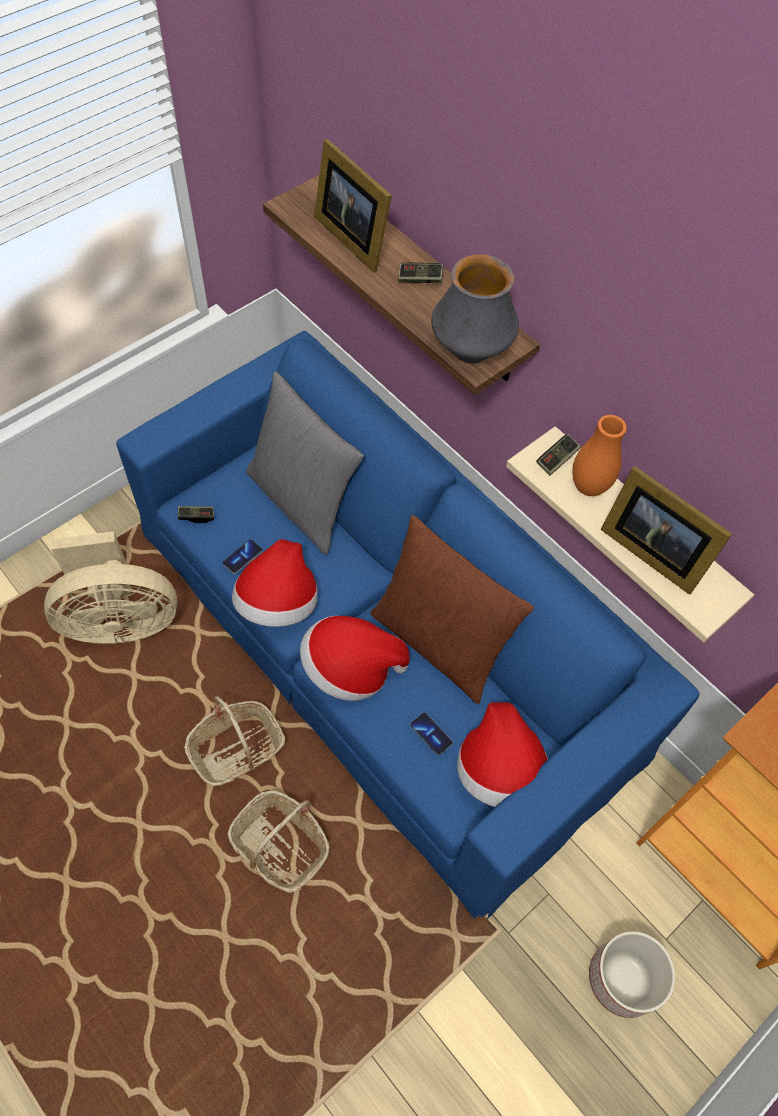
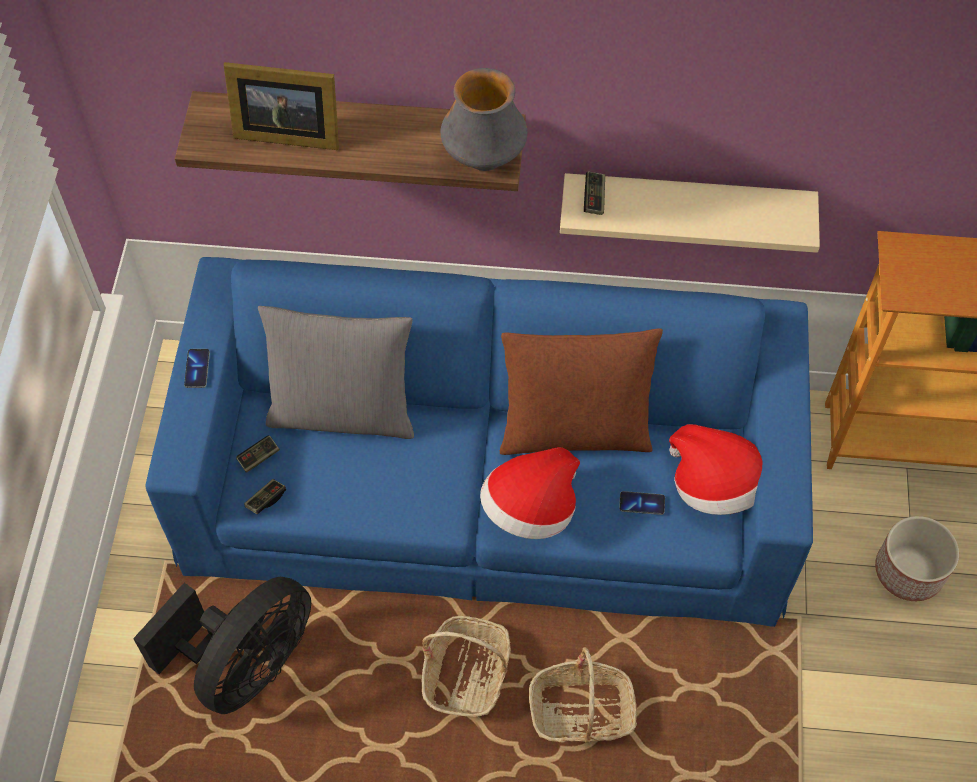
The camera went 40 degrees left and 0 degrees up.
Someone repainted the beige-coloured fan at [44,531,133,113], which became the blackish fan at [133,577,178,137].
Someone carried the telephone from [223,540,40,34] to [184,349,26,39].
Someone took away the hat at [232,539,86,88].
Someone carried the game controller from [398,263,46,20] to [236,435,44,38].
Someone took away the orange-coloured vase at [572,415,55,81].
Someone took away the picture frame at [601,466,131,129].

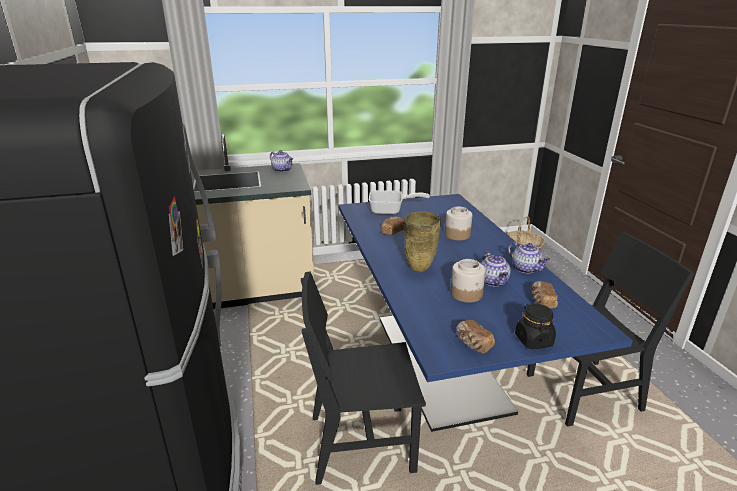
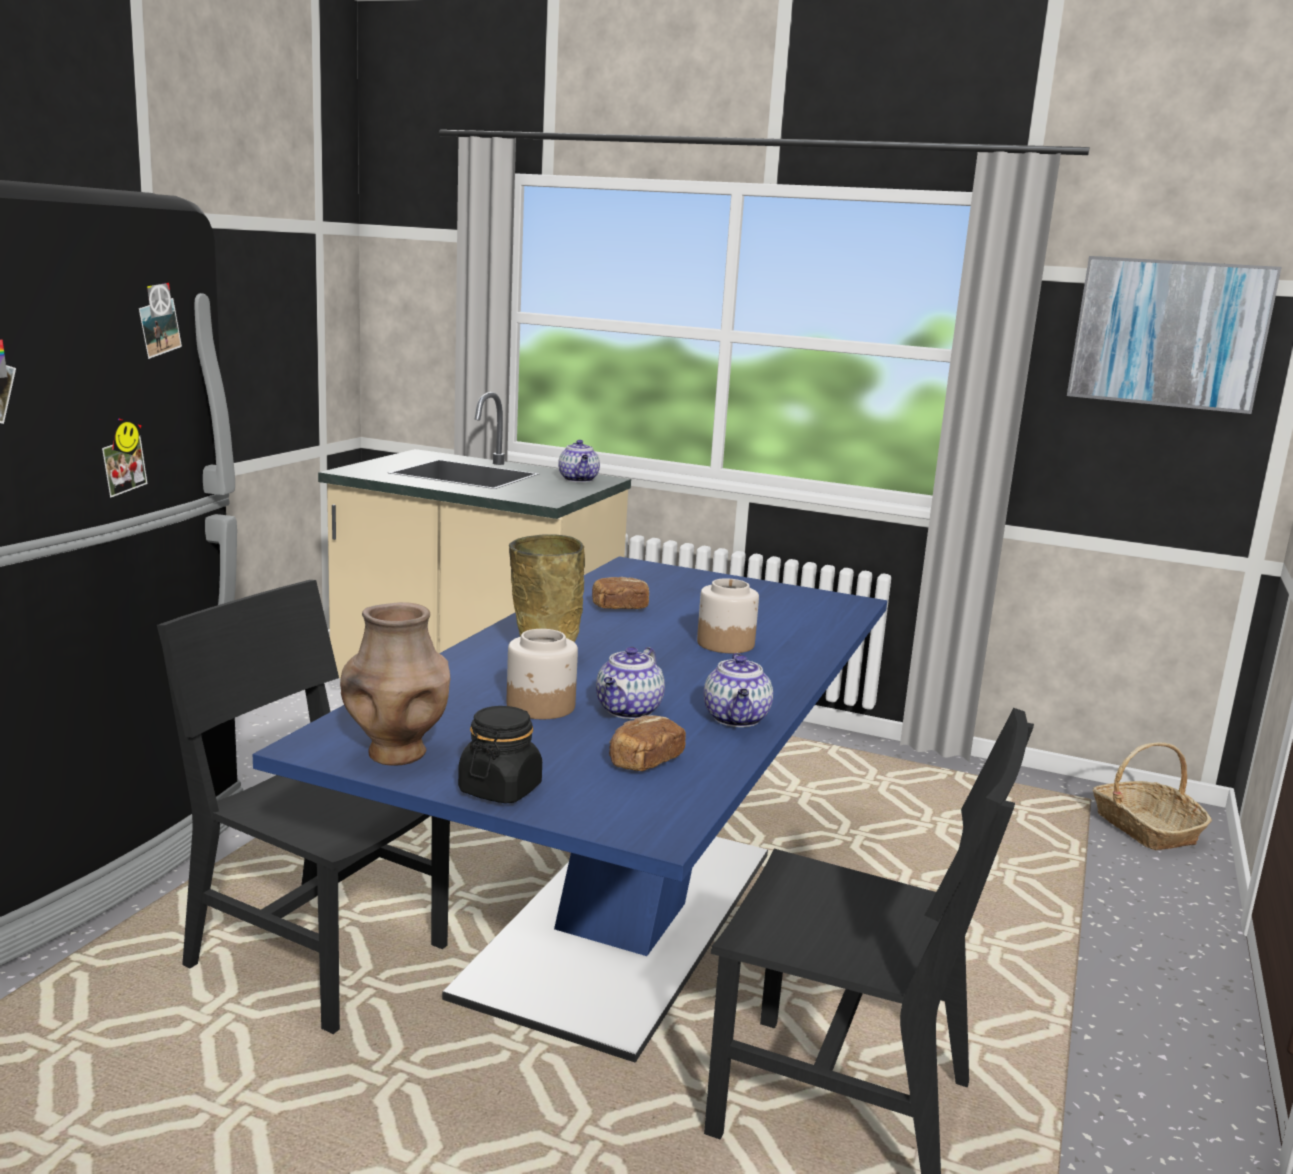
The camera went 35 degrees right and 10 degrees down.
Someone took away the skillet at [369,190,61,24].
Someone swapped the baked bread at [457,320,38,34] for the brown-coloured vase at [340,602,110,163].
Someone put up the picture at [1067,256,215,158].

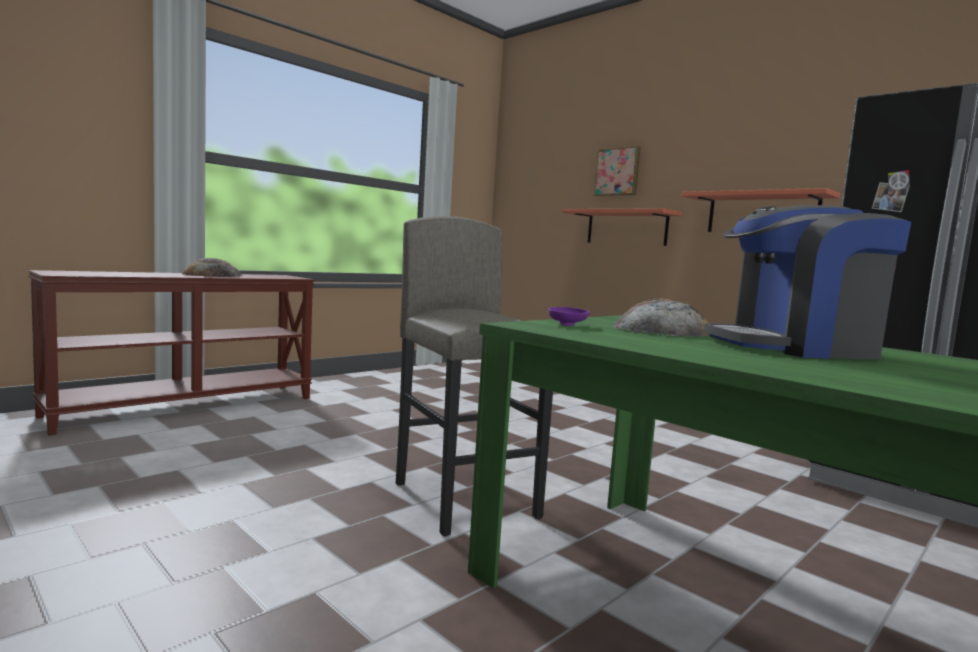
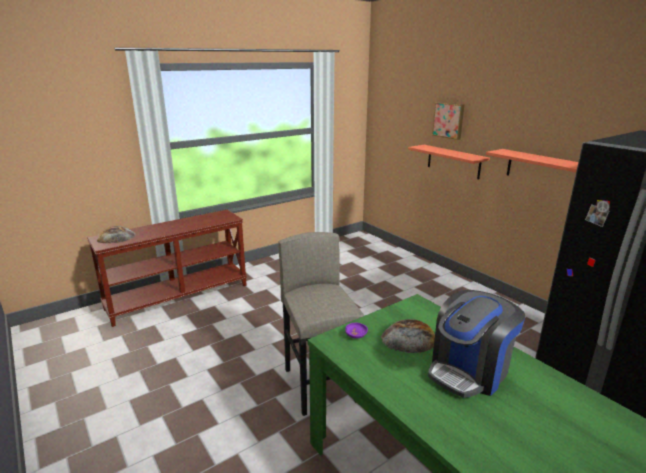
The camera went 10 degrees right and 15 degrees up.
Someone carried the baked bread from [182,258,60,19] to [97,226,39,17].
Someone rotated the coffee brewer at [704,205,207,154] by 45 degrees counterclockwise.

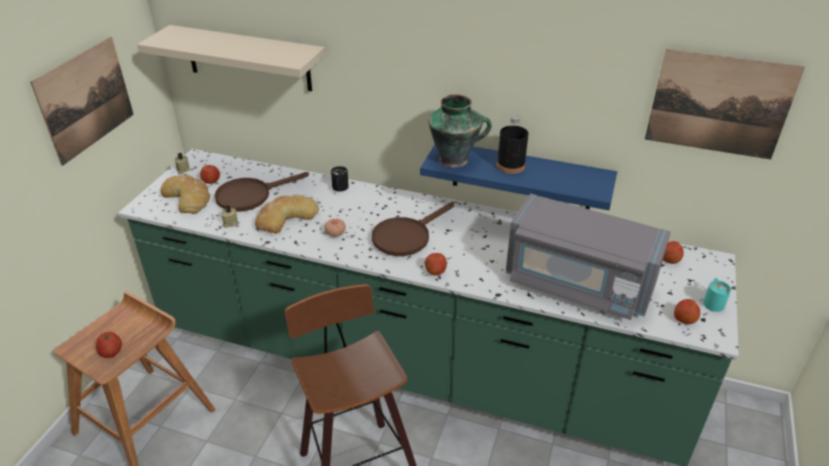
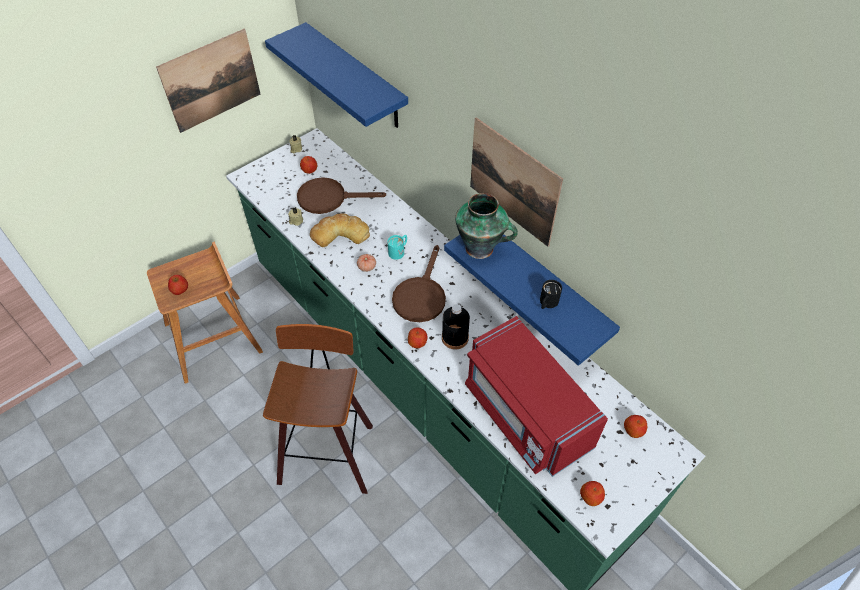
The camera went 30 degrees right and 15 degrees up.
Someone repainted the beige-coloured bracket shelf at [137,25,188,66], which became the bluish bracket shelf at [265,22,143,106].
Someone took away the baked bread at [160,175,50,39].
Someone carried the blackish tea mug from [331,166,18,25] to [540,280,22,29].
Someone rotated the brown-coloured skillet at [372,202,82,54] by 60 degrees counterclockwise.
Someone carried the blackish drink bottle from [497,115,31,59] to [442,304,28,46].
Someone repainted the greyish kitchen microwave at [506,193,165,127], which became the red-coloured kitchen microwave at [465,316,143,161].
Someone carried the picture from [645,49,160,111] to [470,117,93,130].
Someone carried the turquoise-coloured tea mug from [703,278,28,34] to [387,235,20,25].

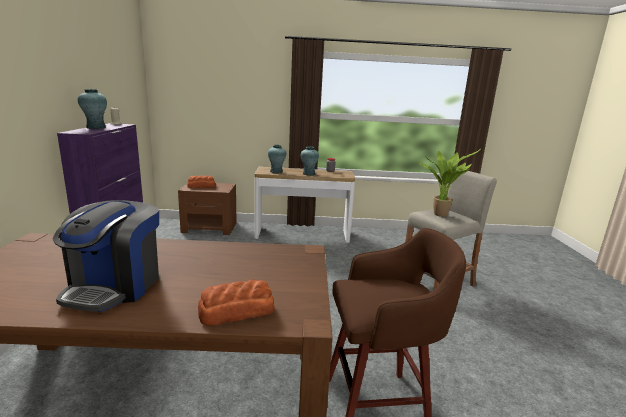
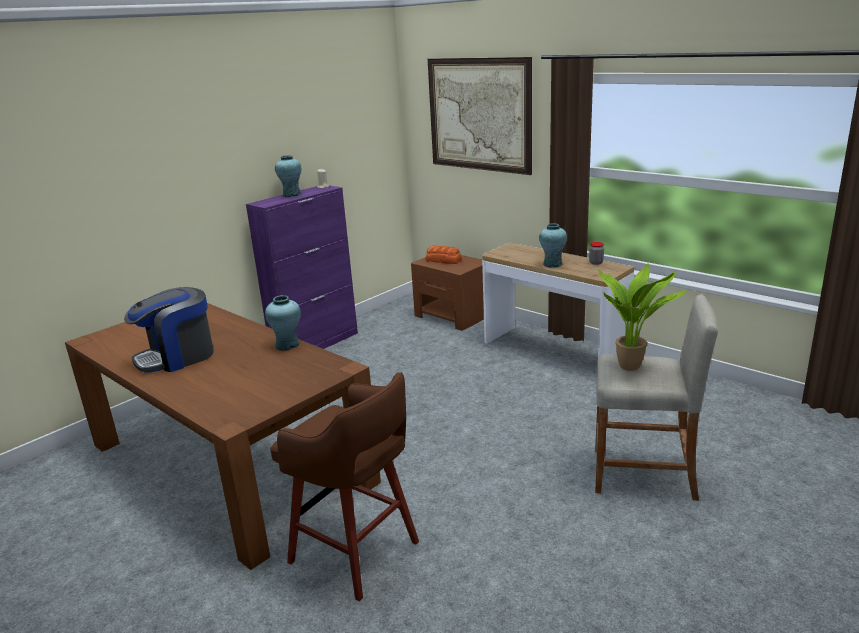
The camera went 45 degrees right and 5 degrees up.
Someone took away the baked bread at [198,279,77,47].
Someone carried the turquoise-coloured vase from [268,145,18,29] to [265,295,36,56].
Someone put up the picture at [428,57,104,118].

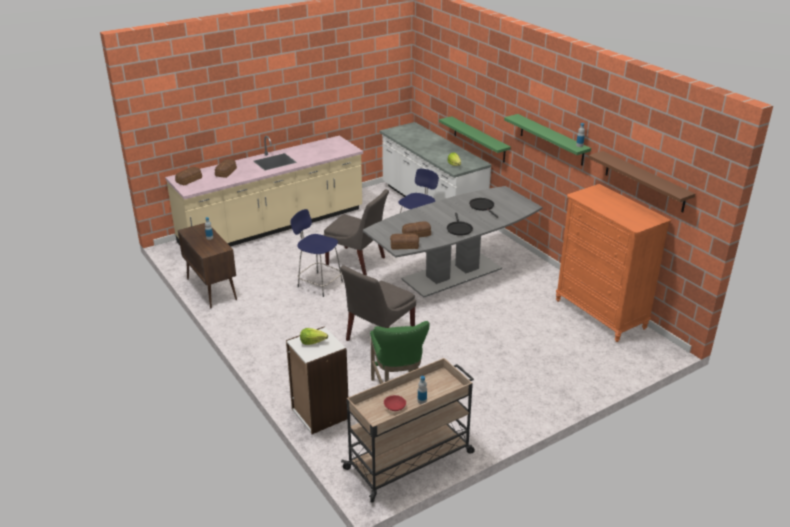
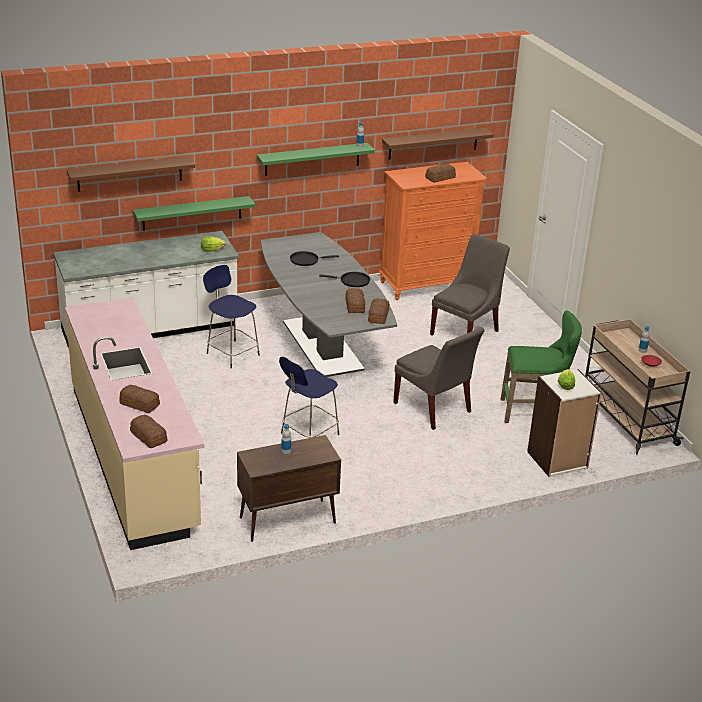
The camera went 80 degrees left and 0 degrees up.
Someone carried the greyish chair from [324,189,65,87] to [430,234,80,102].
Someone put up the brown-coloured bracket shelf at [67,157,128,35].
Someone put down the baked bread at [425,164,31,19].

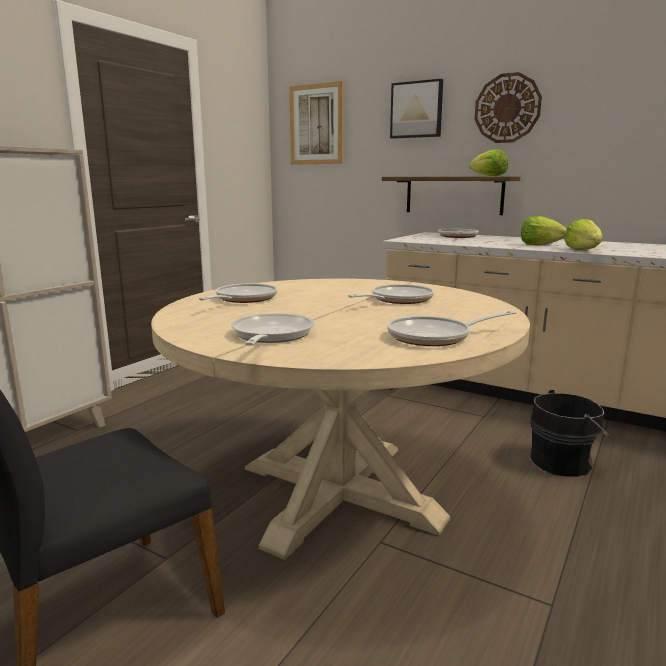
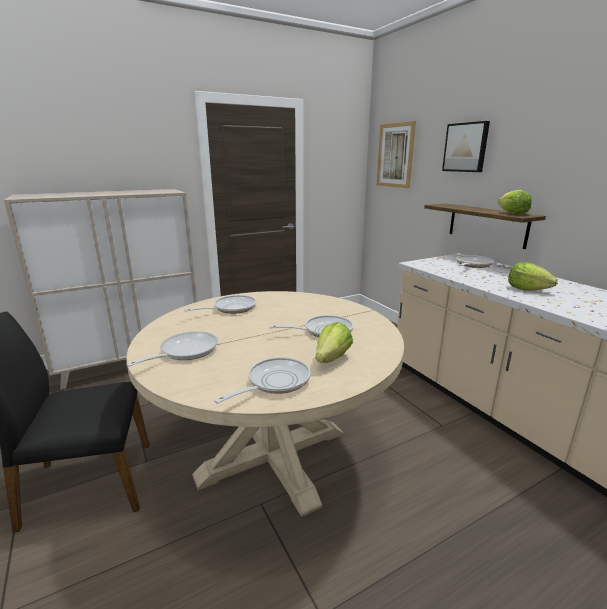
The camera went 30 degrees right and 5 degrees up.
Someone rotated the skillet at [387,310,130,36] by 120 degrees clockwise.
Someone took away the hanging clock at [475,72,67,71].
Someone took away the blackish bucket at [531,390,79,86].
Someone carried the head of lettuce from [565,219,38,31] to [316,322,37,41].

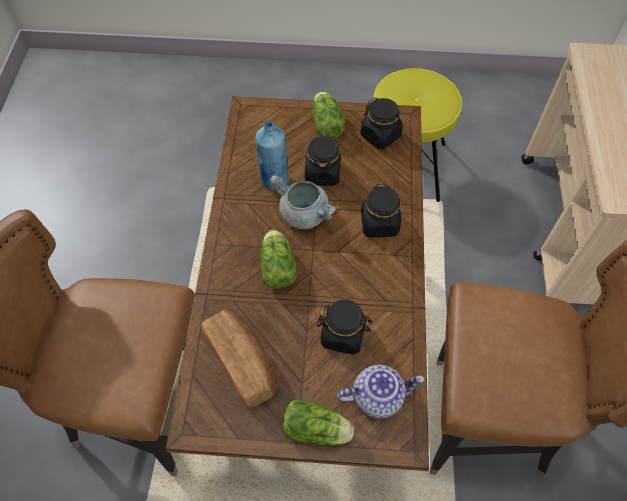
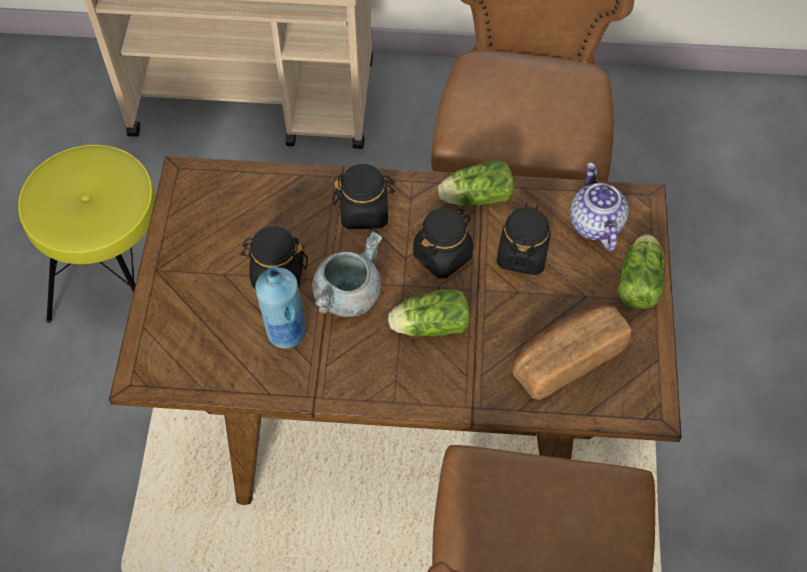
The camera went 90 degrees left and 0 degrees up.
Someone carried the head of lettuce from [312,92,33,47] to [438,161,76,45].
Someone carried the blackish jar from [361,97,42,52] to [413,208,60,70].

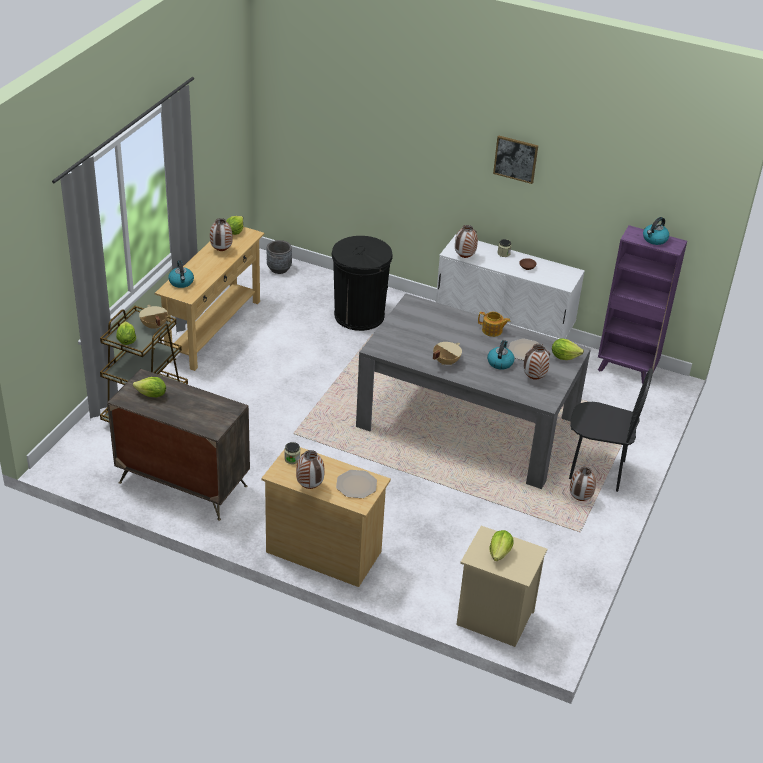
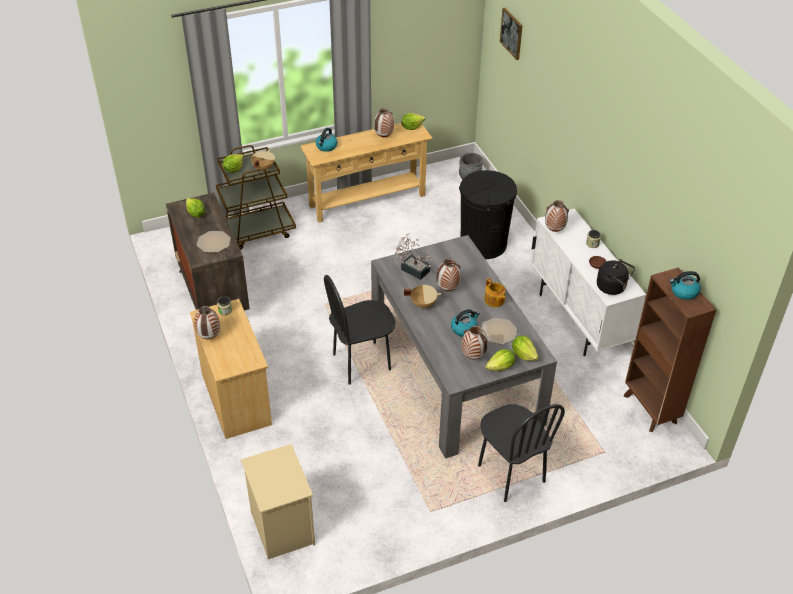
The camera went 45 degrees right and 5 degrees up.
Someone carried the dinner plate from [336,470,41,28] to [197,231,34,22].
Someone carried the head of lettuce from [490,530,24,31] to [485,349,30,22].
Someone carried the picture from [493,135,45,49] to [500,8,23,52].
Someone carried the vase from [570,467,26,34] to [437,259,24,32].
Someone repainted the purplish bookcase at [598,225,89,159], which became the brown-coloured bookcase at [624,267,92,165].
Someone put down the blackish chair at [324,275,72,110].
Someone put down the potted plant at [393,233,43,47].
Someone put down the blackish kettle at [597,259,38,36].

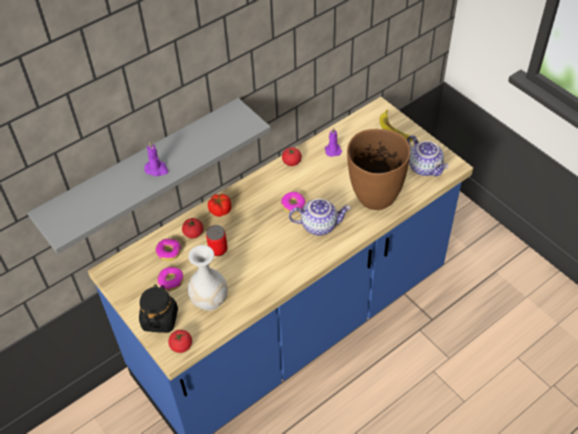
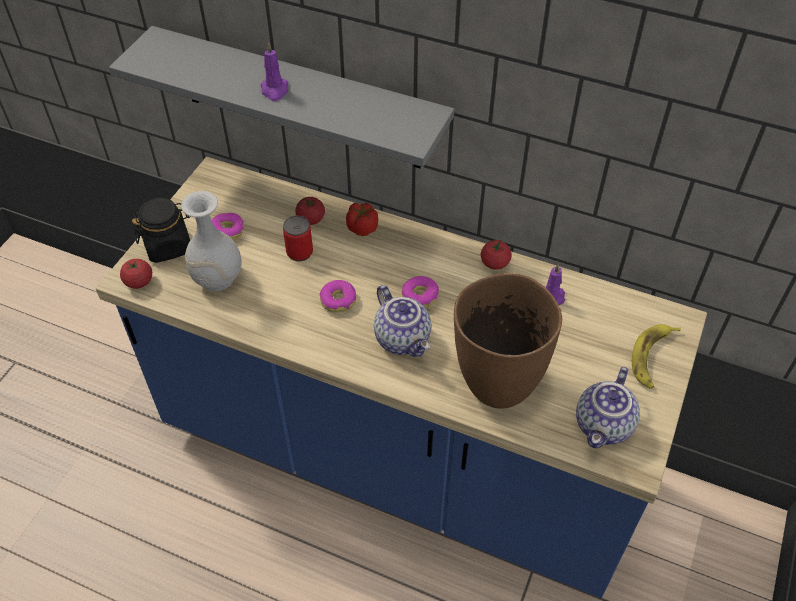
The camera went 60 degrees right and 0 degrees up.
Someone carried the donut from [155,239,26,22] to [320,280,36,33].

